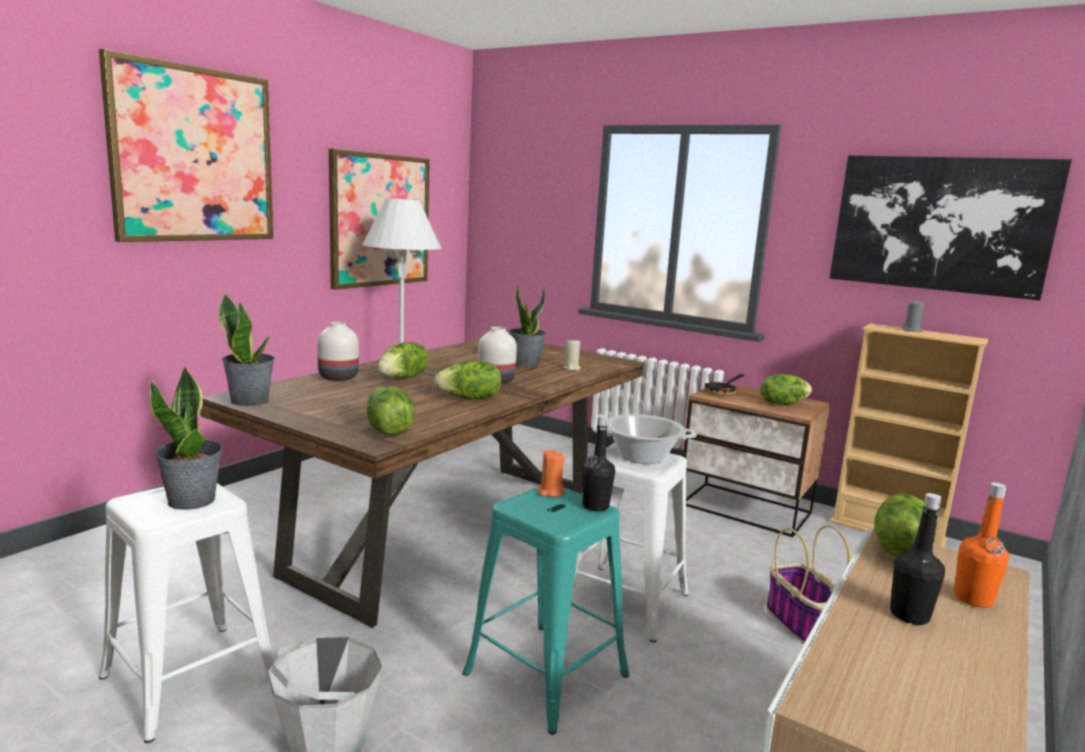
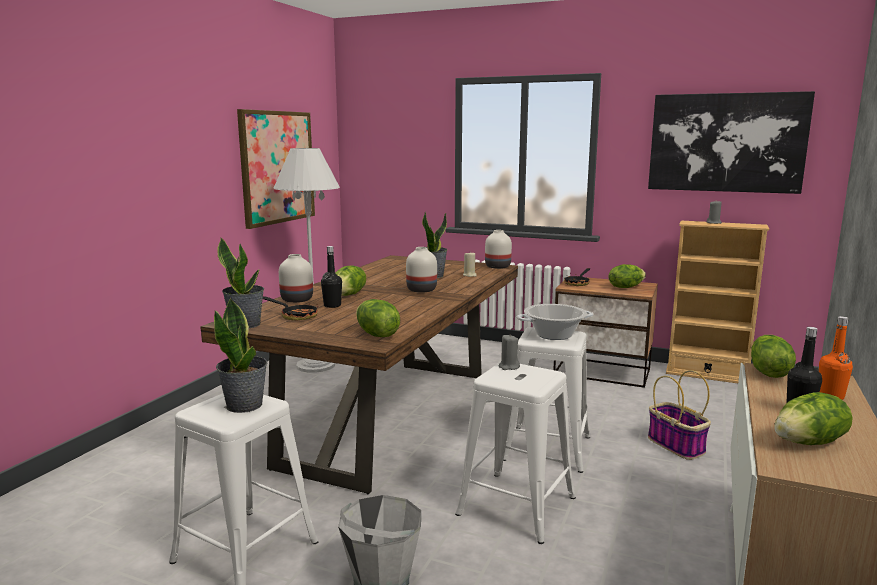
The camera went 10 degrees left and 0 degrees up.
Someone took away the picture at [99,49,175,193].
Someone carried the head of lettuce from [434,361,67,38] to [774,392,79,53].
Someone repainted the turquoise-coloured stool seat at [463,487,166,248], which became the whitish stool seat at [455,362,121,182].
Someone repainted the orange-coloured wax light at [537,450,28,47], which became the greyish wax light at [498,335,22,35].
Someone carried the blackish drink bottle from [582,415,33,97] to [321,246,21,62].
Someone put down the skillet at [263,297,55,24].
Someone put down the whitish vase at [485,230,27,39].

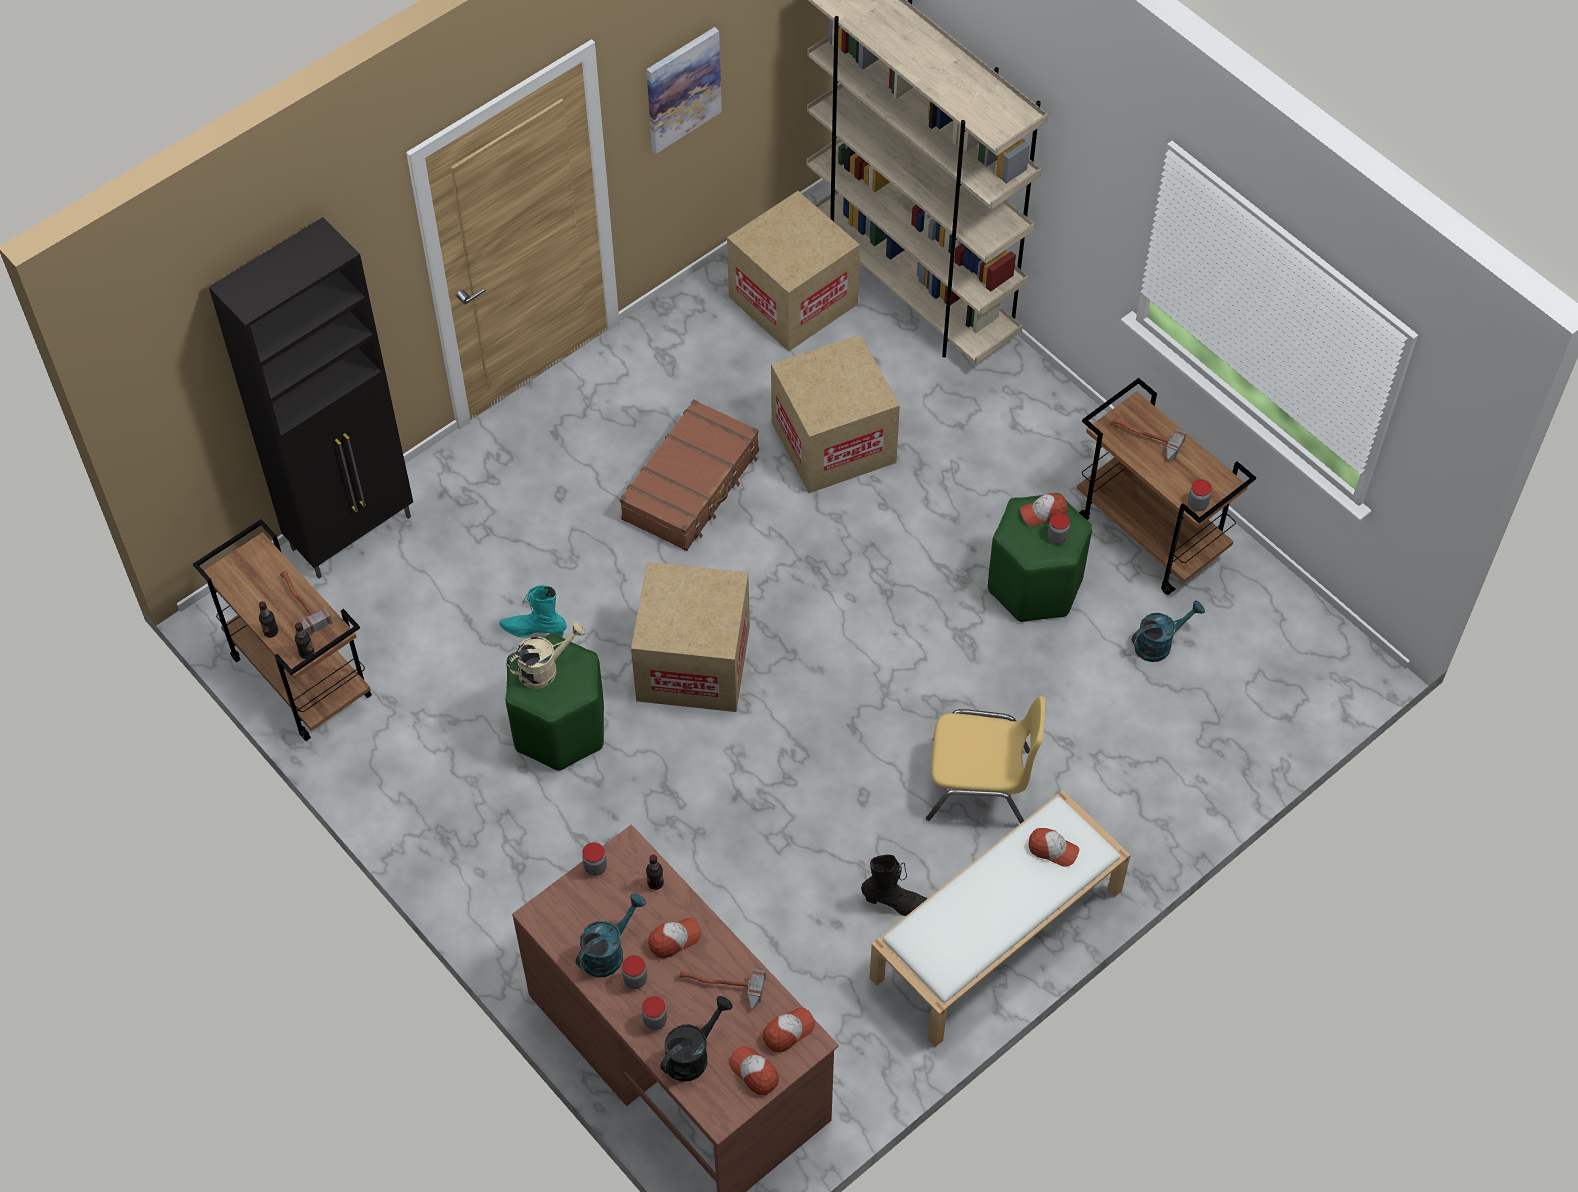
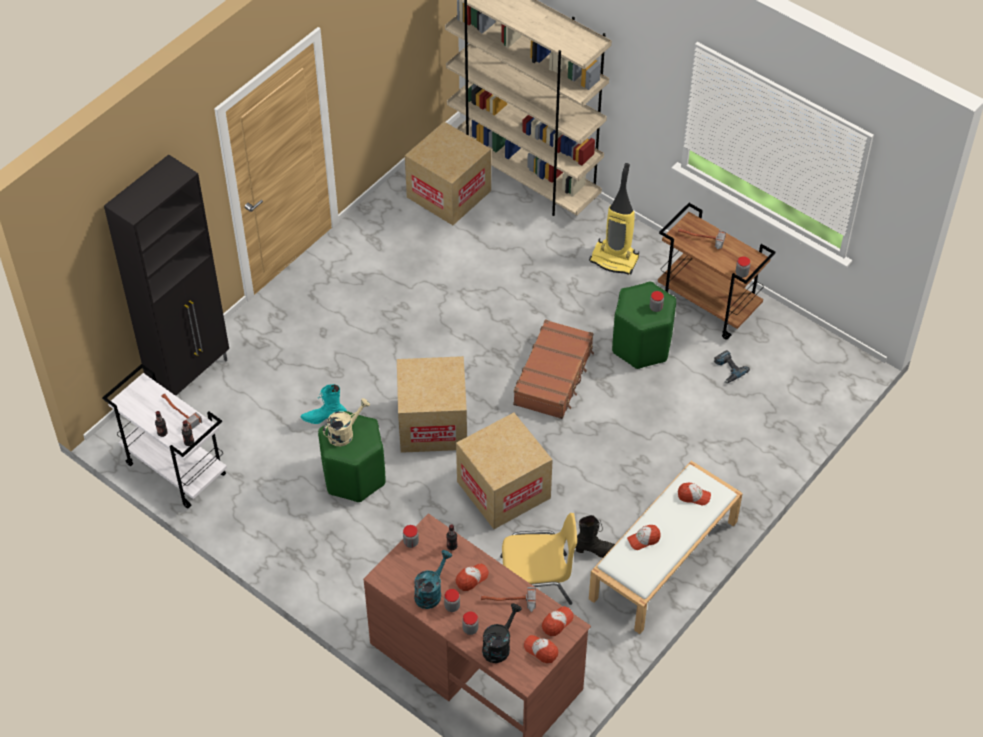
The camera went 10 degrees left and 5 degrees down.
Someone repainted the brown-coloured trolley at [193,519,179,222], which became the whitish trolley at [102,364,125,144].
Someone carried the brown-coloured travel case from [620,399,139,152] to [513,319,81,100].
Someone took away the picture at [647,27,75,127].
Someone carried the cardboard box from [771,334,129,159] to [456,412,97,117].
Someone carried the yellow chair from [926,696,119,128] to [500,513,77,92].
Someone carried the cap from [1020,493,47,33] to [627,525,34,25].
Someone swapped the turquoise-coloured watering pot at [1132,600,73,62] for the electric drill at [714,350,36,33].
Someone put down the hoover at [589,163,50,112].

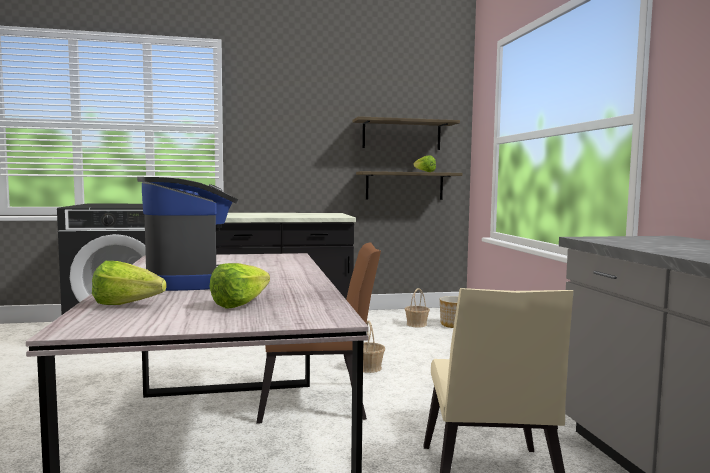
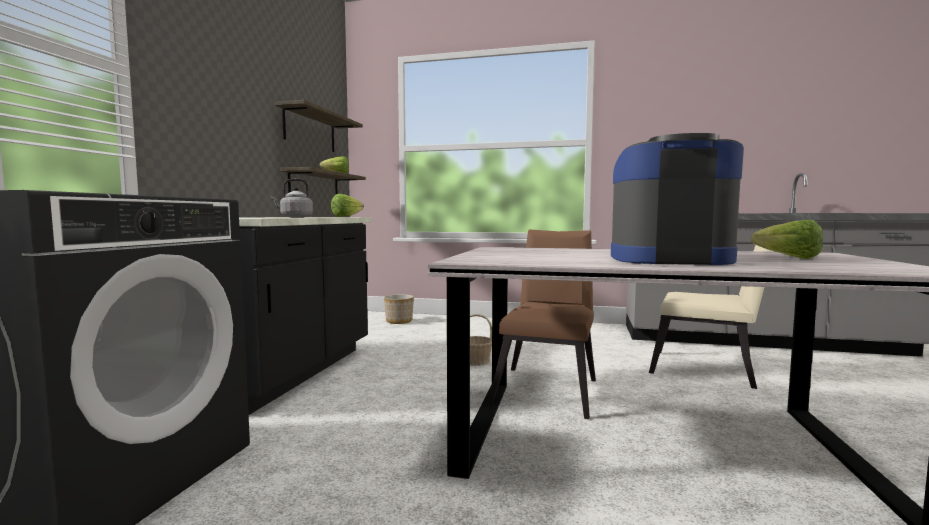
The camera went 65 degrees left and 0 degrees up.
Someone carried the head of lettuce from [92,261,75,44] to [331,194,33,23].
Someone took away the basket at [405,288,25,39].
Someone put down the greyish kettle at [271,179,42,38].

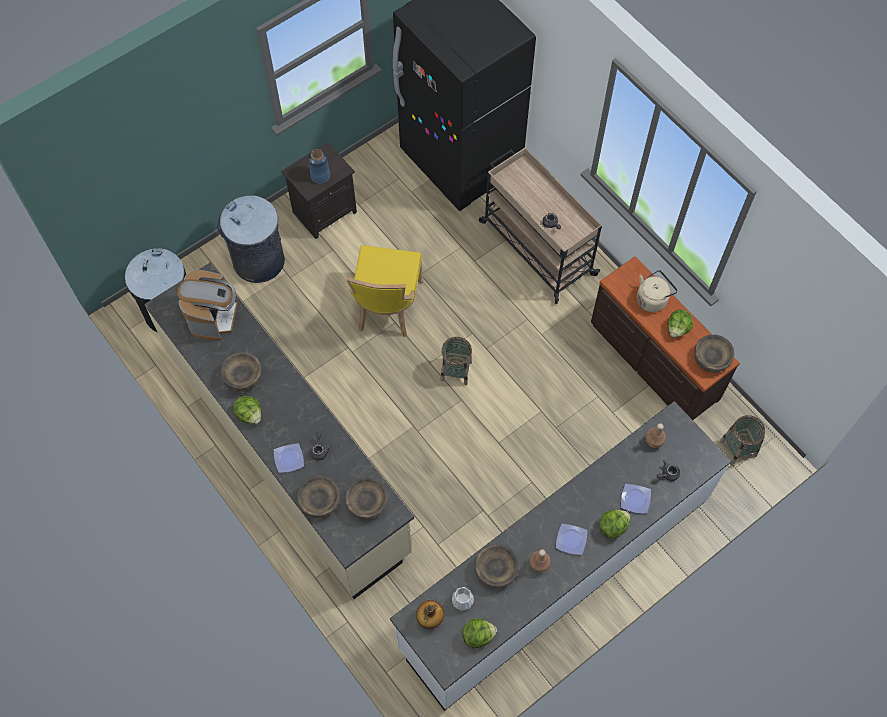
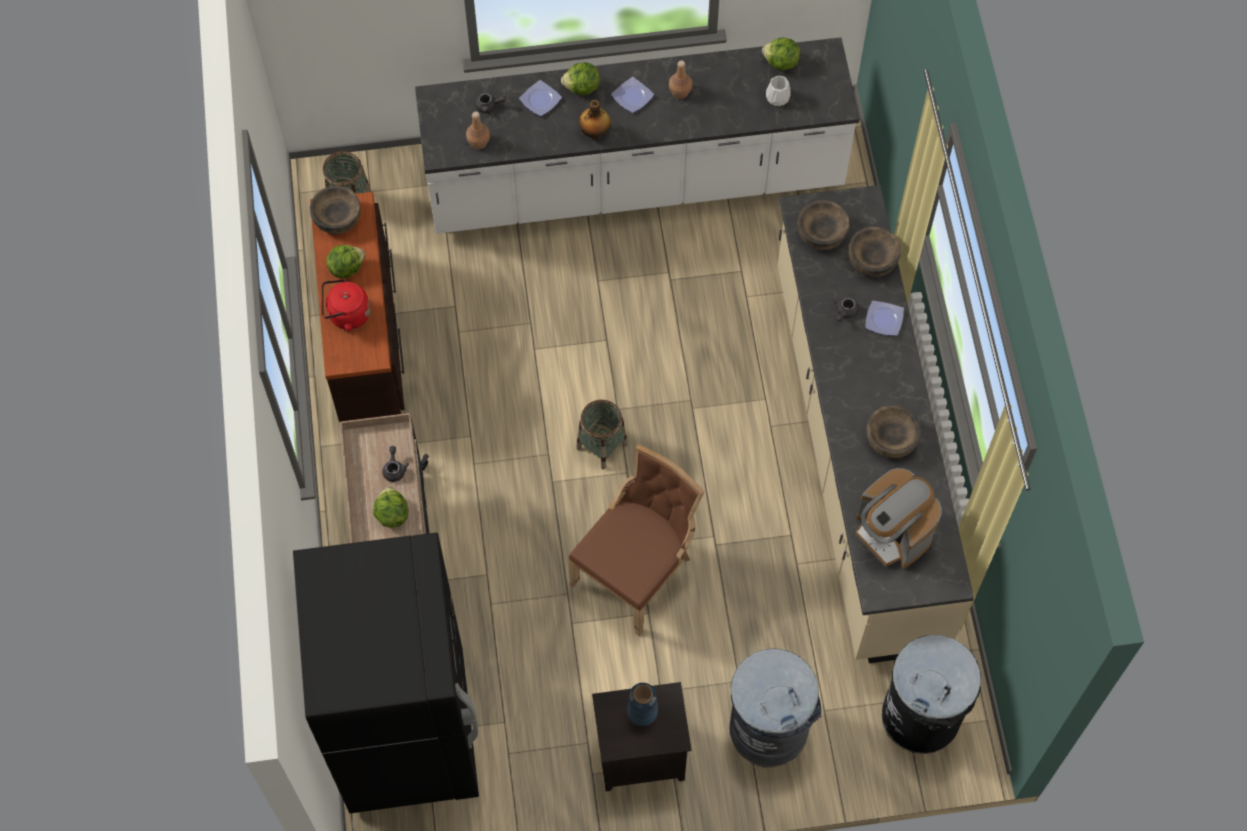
The camera went 150 degrees left and 0 degrees up.
Someone rotated the coffee brewer at [178,270,60,71] by 75 degrees counterclockwise.
Someone carried the head of lettuce from [233,396,28,28] to [373,487,35,41].
Someone repainted the yellow chair at [347,245,76,92], which became the brown-coloured chair at [568,445,137,192].
Someone carried the drink bottle from [416,600,28,29] to [579,100,32,39].
Someone took away the brown-coloured bowl at [475,544,44,44].
Someone repainted the beige-coloured kettle at [637,270,41,42], which became the red-coloured kettle at [322,279,48,52].

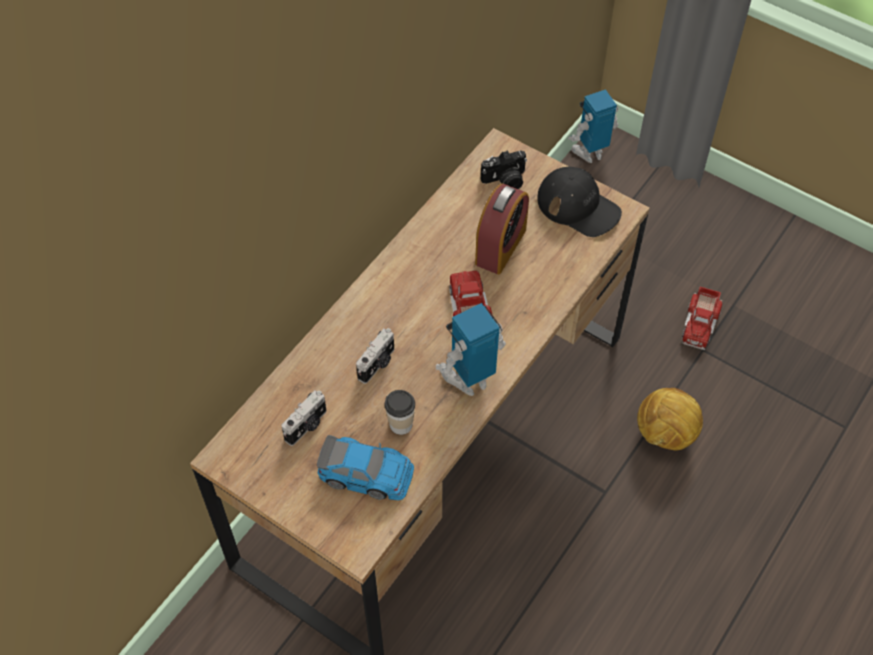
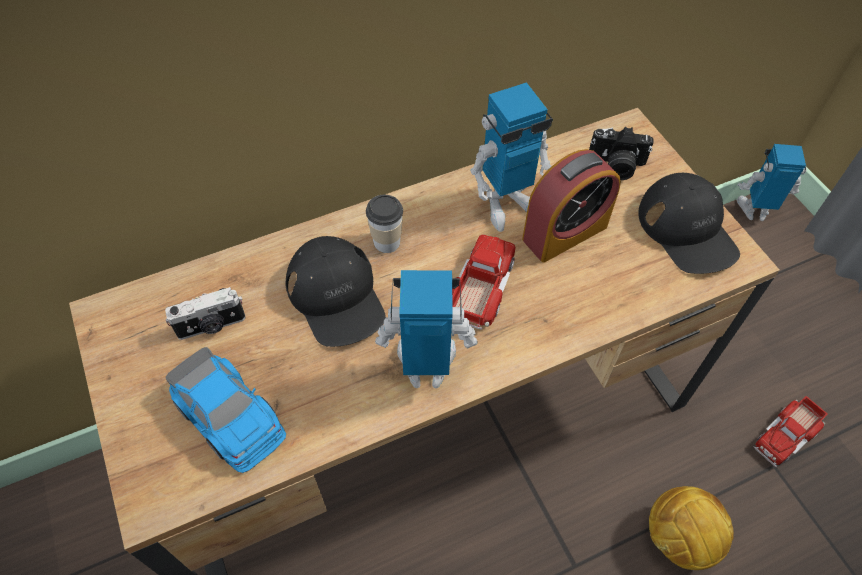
The camera went 30 degrees right and 0 degrees up.
Someone swapped the photo camera at [356,328,38,56] for the blackish cap at [285,236,101,111].
Someone carried the small cup from [385,390,30,45] to [366,195,37,58].
Someone put down the robot figure at [470,82,83,150].

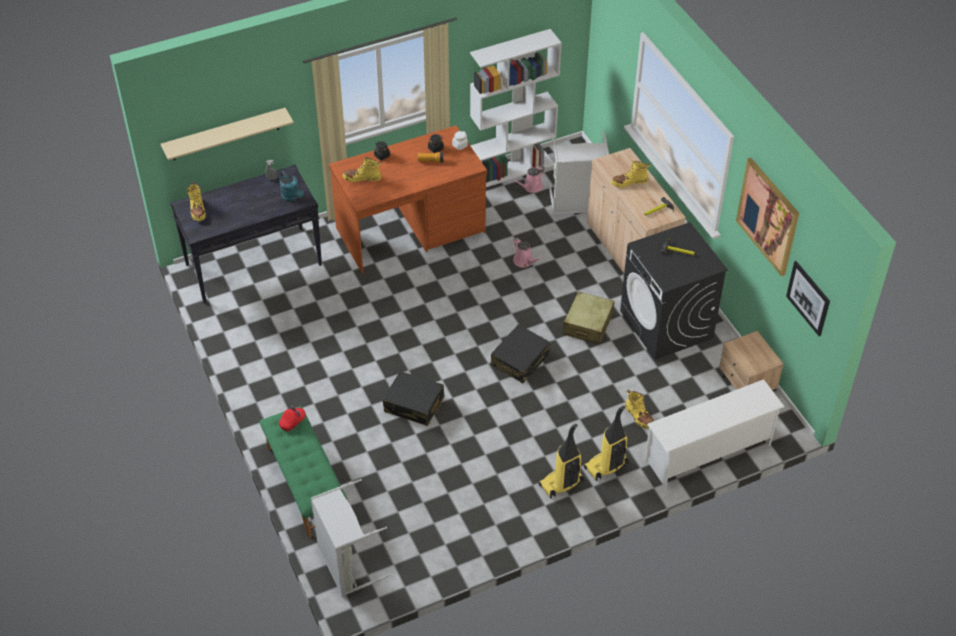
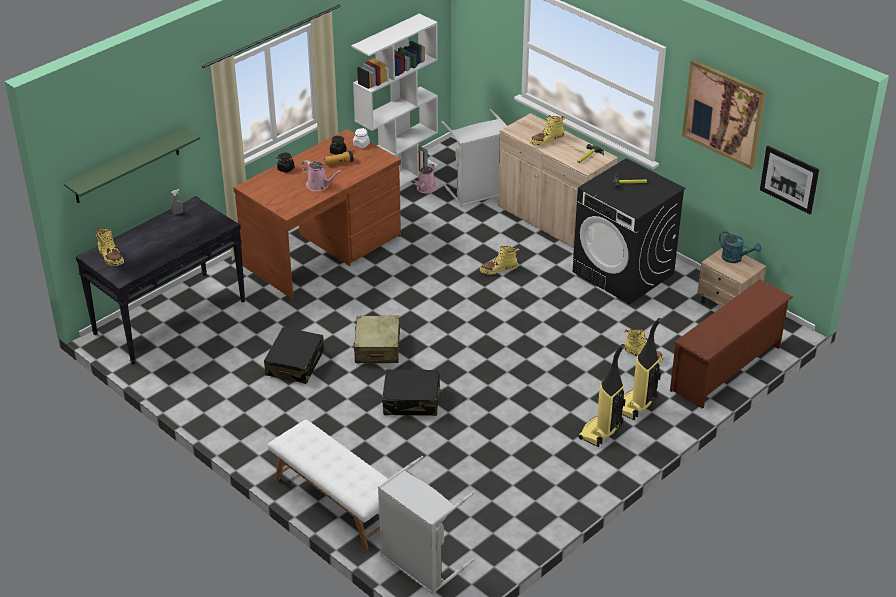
The camera went 20 degrees left and 10 degrees down.
Someone repainted the beige-coloured bracket shelf at [161,108,133,52], which became the green bracket shelf at [64,127,136,76].
Someone repainted the green bench at [259,406,88,132], which became the whitish bench at [268,420,120,130].
Someone took away the red-coloured cap at [279,406,27,25].
Someone carried the turquoise-coloured watering pot from [280,171,24,31] to [719,231,42,32].
Someone carried the yellow boot from [343,157,39,25] to [480,245,39,30].
Someone carried the blackish travel case from [491,324,59,59] to [264,327,60,57].
Someone carried the pink watering pot from [513,238,29,29] to [302,160,40,31].
Someone carried the beige-coloured travel case from [563,291,51,54] to [354,315,46,48].
Someone repainted the whitish shoe rack at [644,379,141,108], which became the brown-coloured shoe rack at [670,280,123,129].

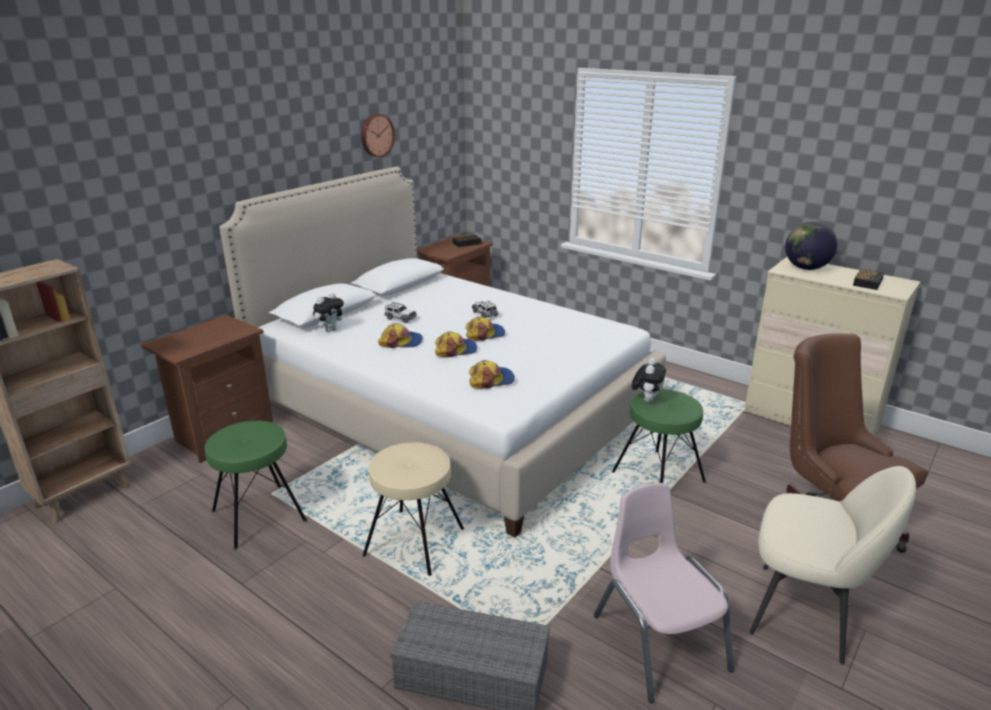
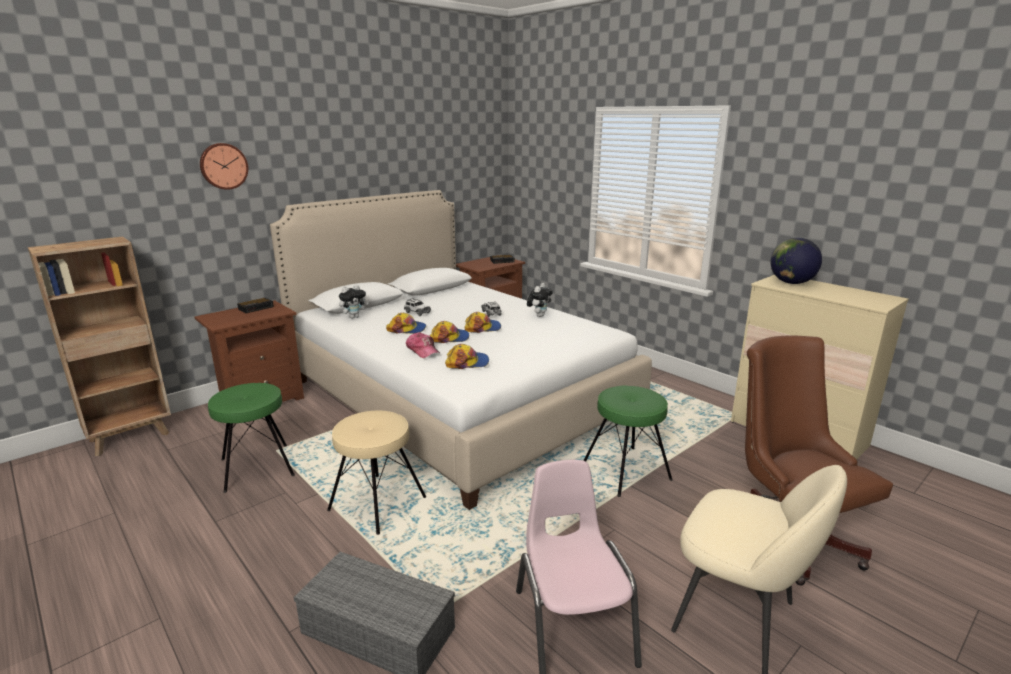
The camera went 10 degrees right and 5 degrees down.
Someone carried the hanging clock from [361,114,34,43] to [200,143,48,47].
Someone carried the cuddly toy from [632,358,34,44] to [527,283,26,34].
Someone carried the table clock from [853,269,31,21] to [237,298,37,15].
Someone put down the cap at [406,332,35,26].

